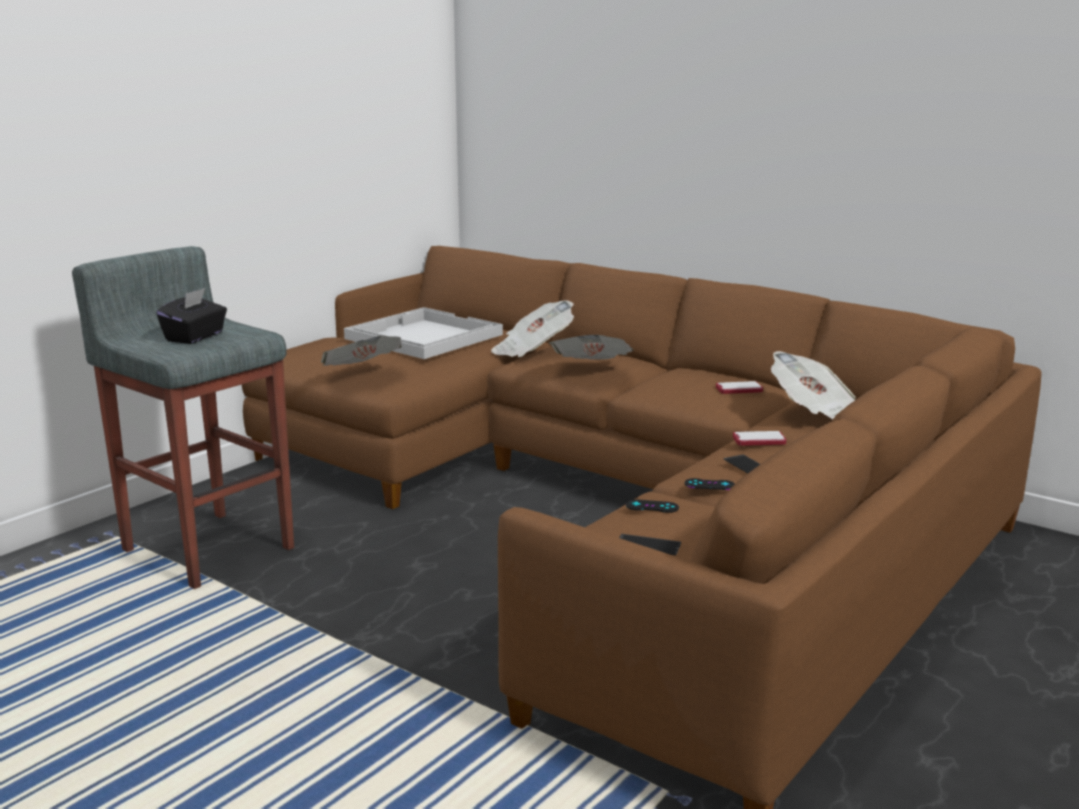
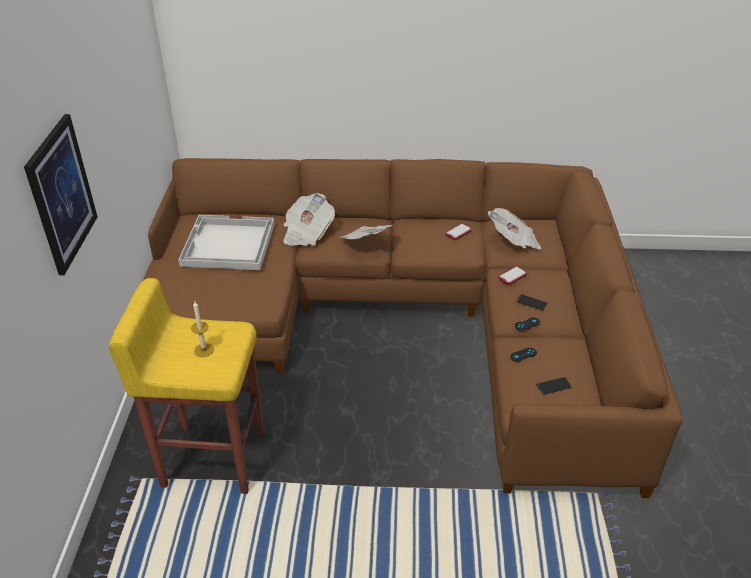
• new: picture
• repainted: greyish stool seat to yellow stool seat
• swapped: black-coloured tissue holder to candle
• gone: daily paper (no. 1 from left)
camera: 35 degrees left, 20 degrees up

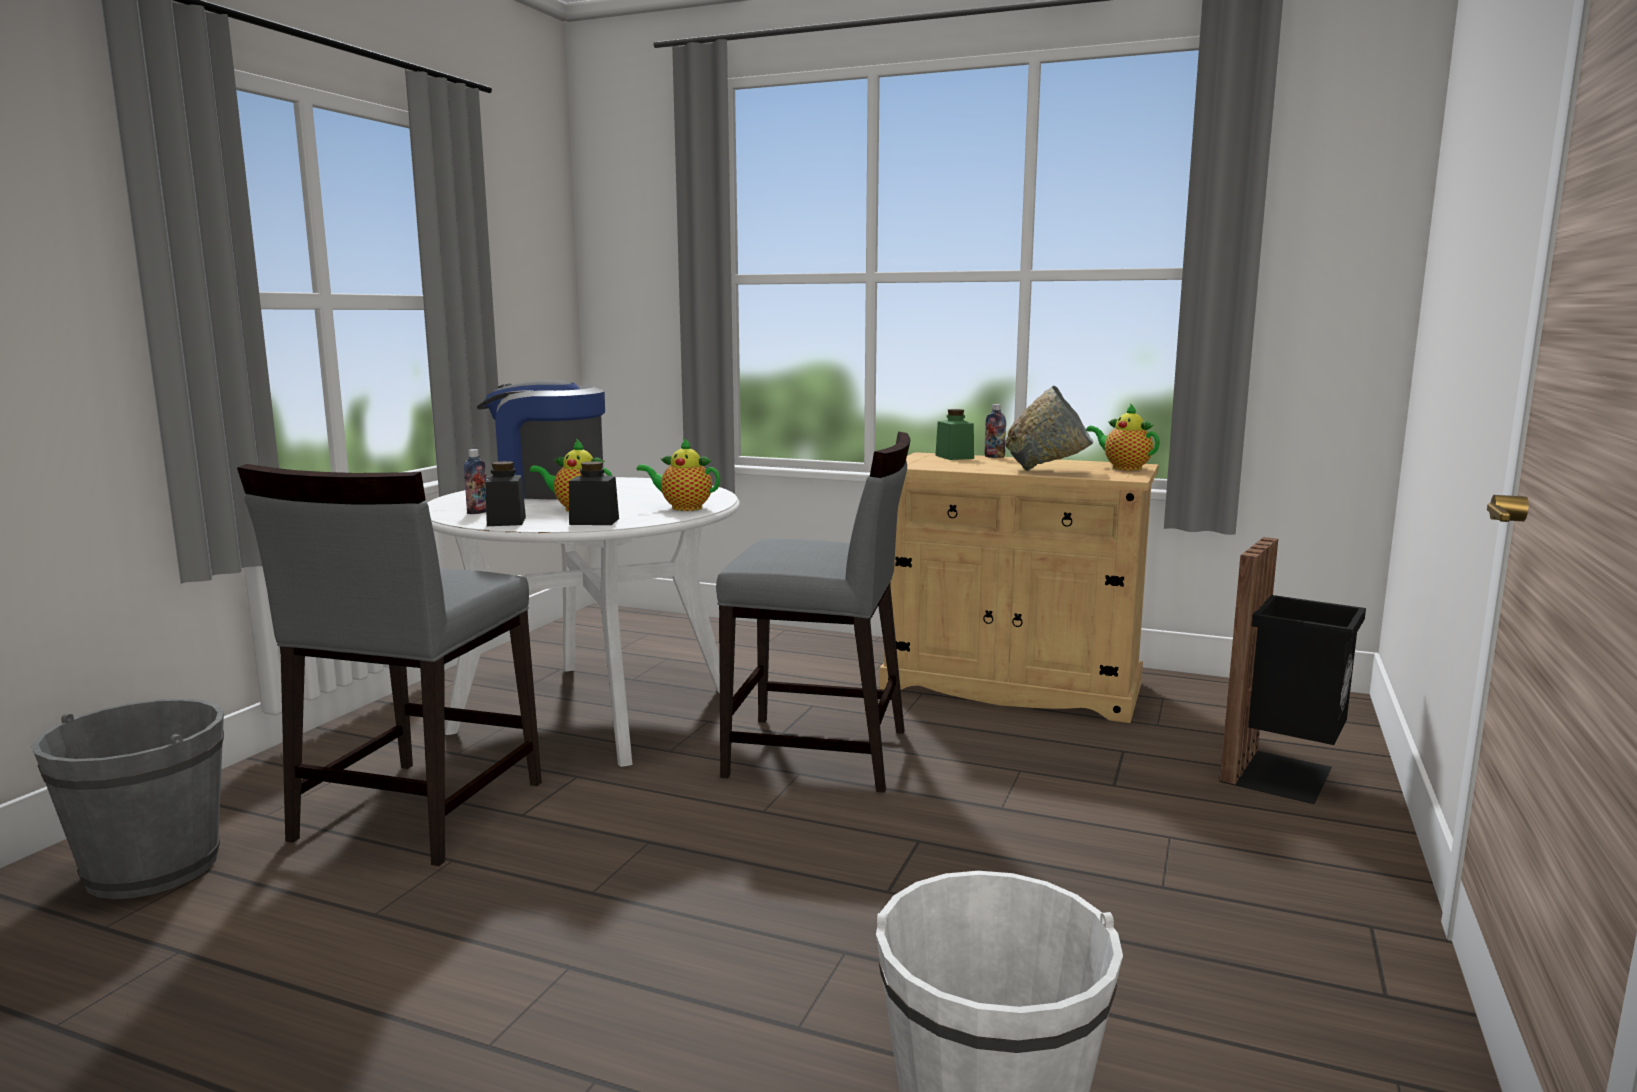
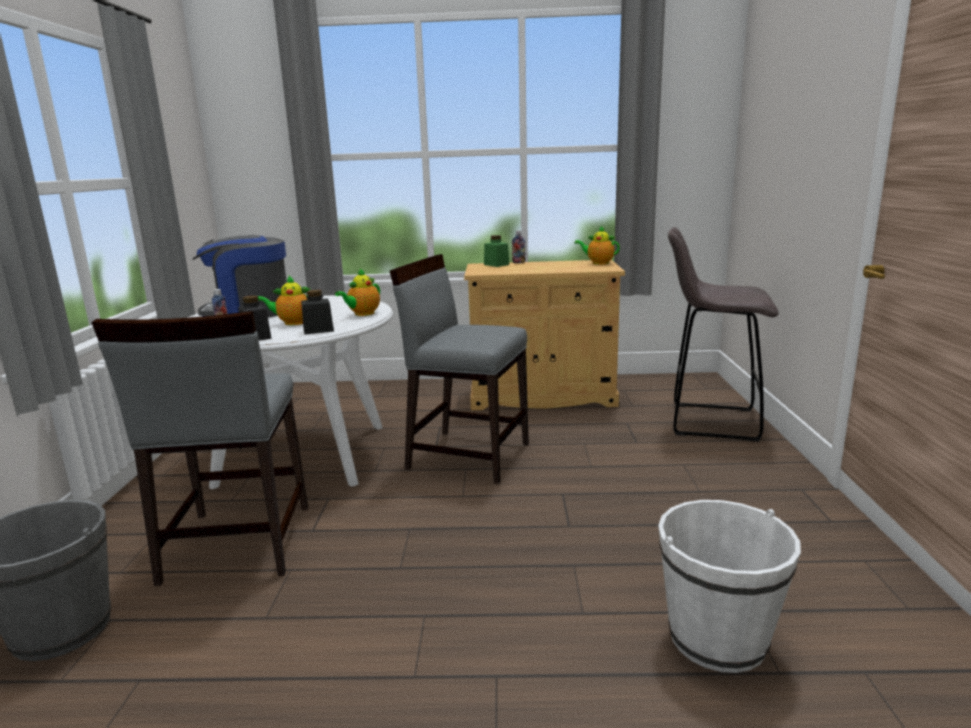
• rotated: pot for tea (no. 2 from left) 45 degrees counterclockwise
• rotated: greyish upright chair (no. 2 from left) 150 degrees counterclockwise
• swapped: black-coloured waste bin to greyish stool seat
• gone: greyish serving bowl
camera: 20 degrees left, 5 degrees up

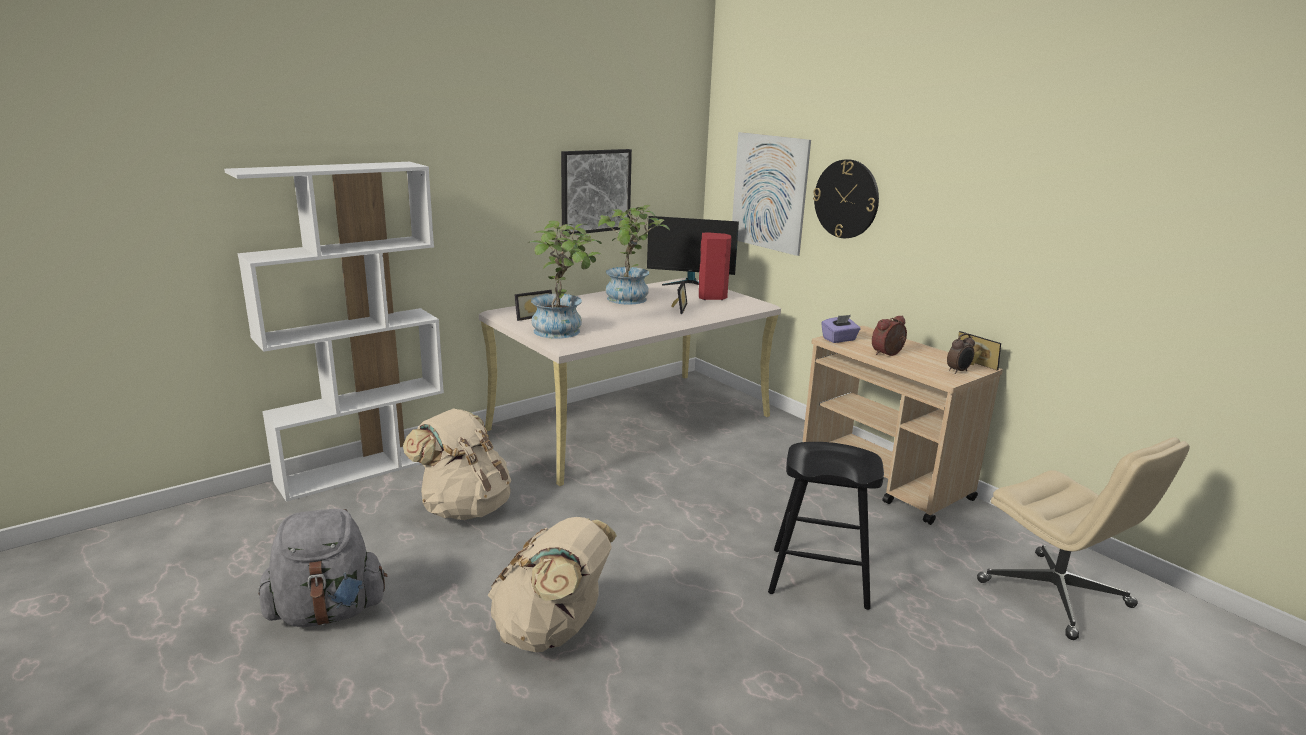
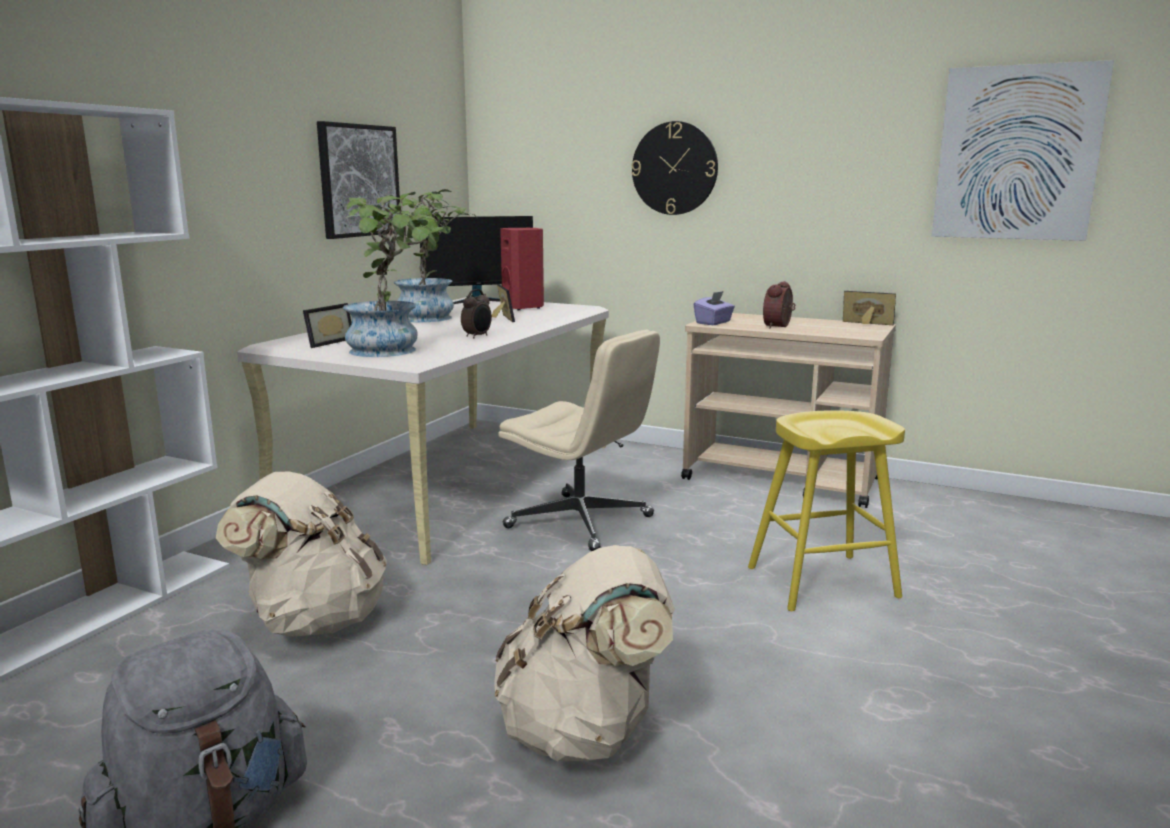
• shifted: bedside clock (no. 2 from left in the first image) to bedside clock (no. 1 from left)
• shifted: beige-coloured office chair
• repainted: black-coloured stool seat to yellow stool seat
• shifted: picture (no. 2 from left)
camera: 25 degrees left, 5 degrees down

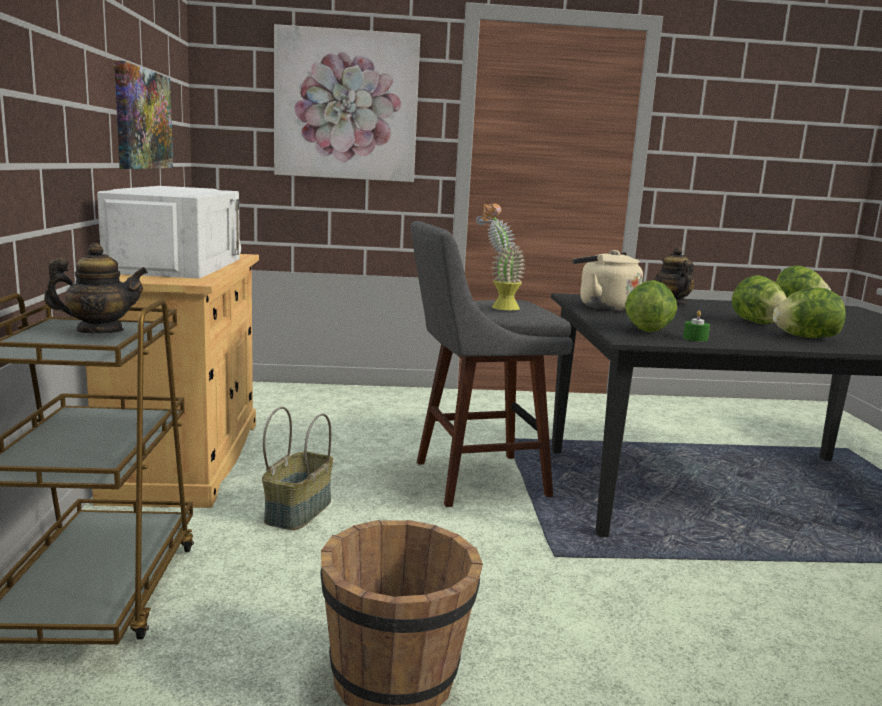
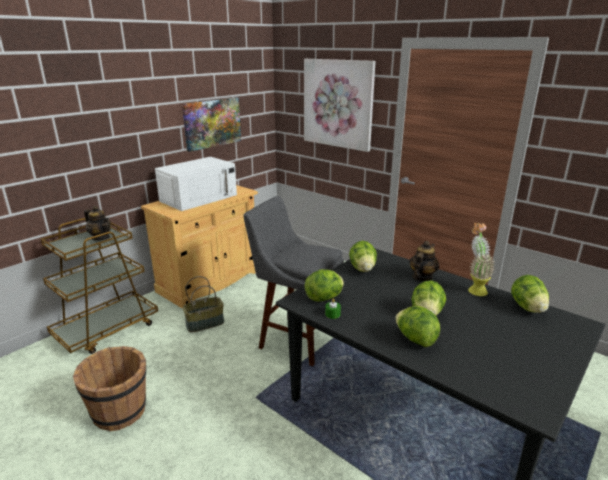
• swapped: beige-coloured kettle to lettuce head (no. 2 from left)
• shifted: plant in a pot
camera: 45 degrees right, 10 degrees up

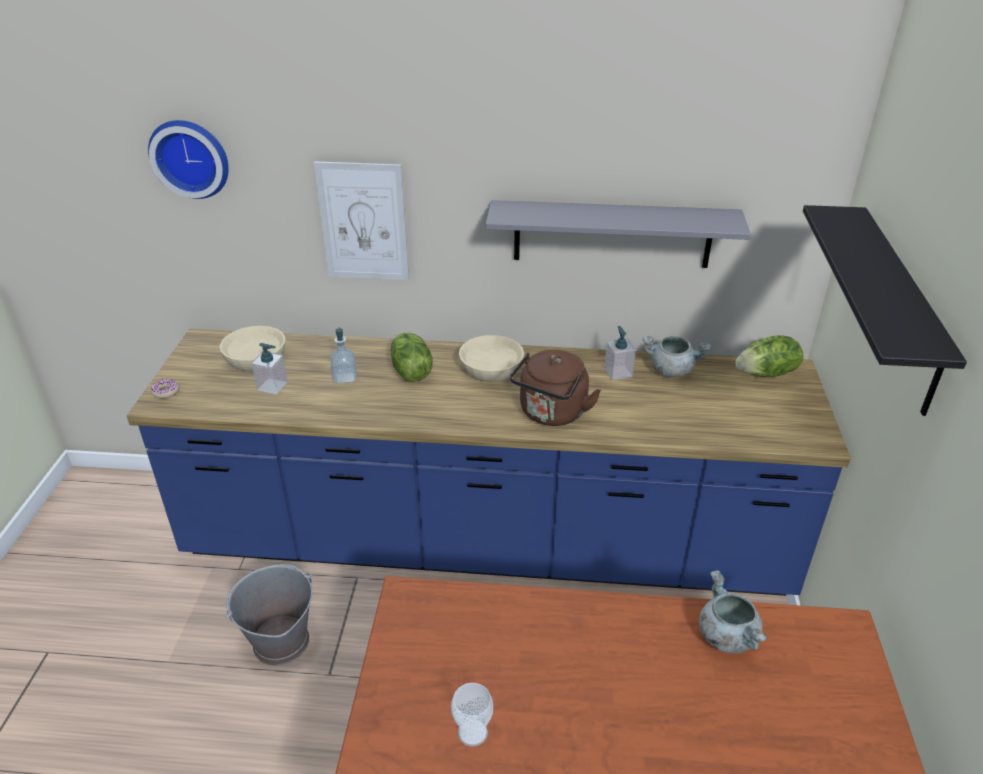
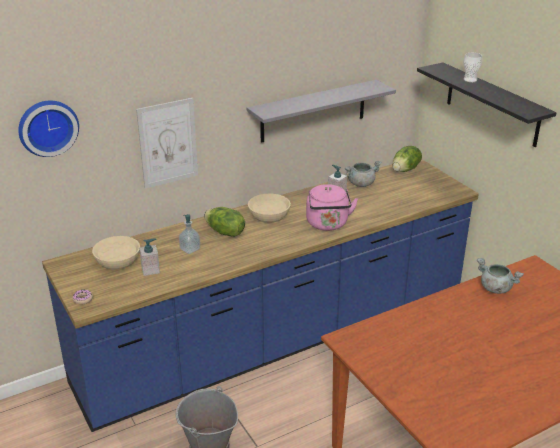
• repainted: brown kettle to pinkish kettle
• shifted: cup
camera: 35 degrees left, 5 degrees down

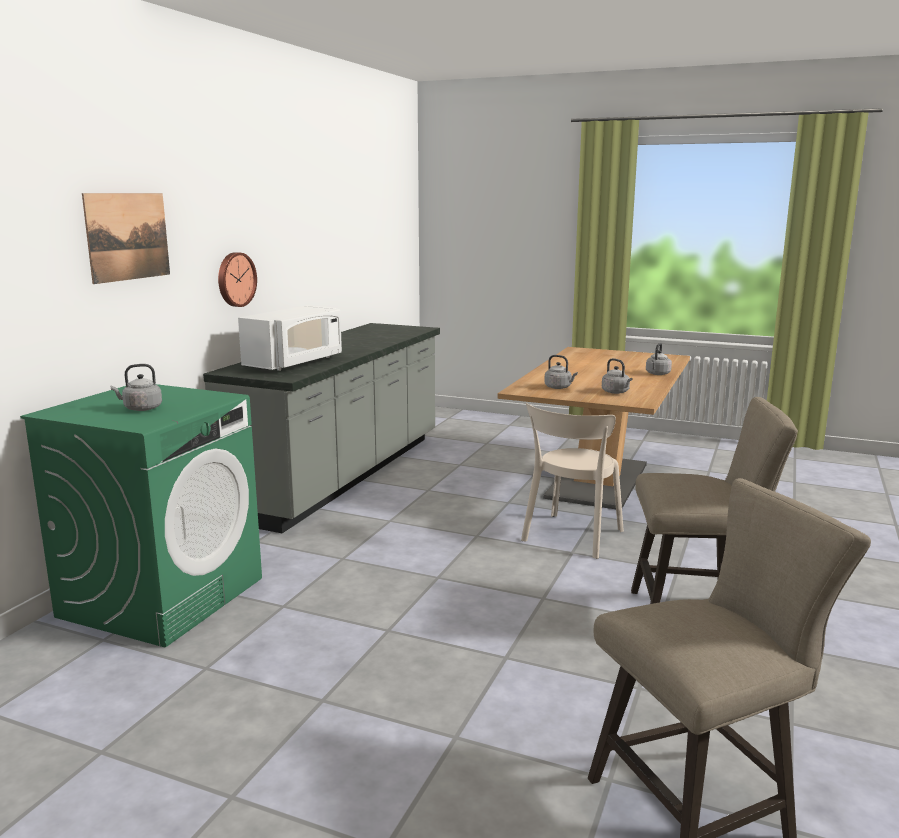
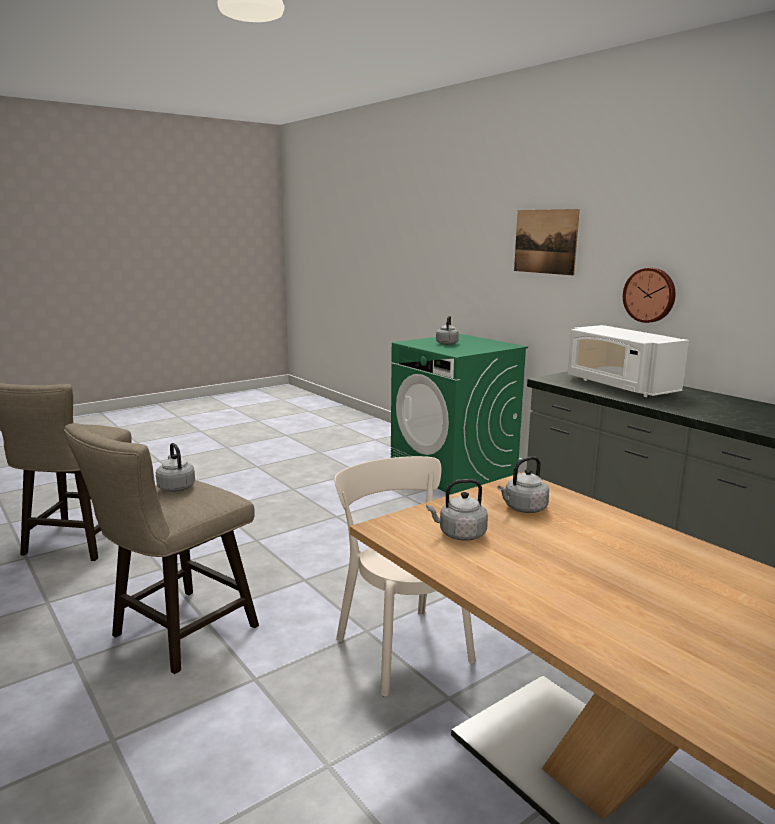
• shifted: greyish kettle (no. 4 from left in the first image) to greyish kettle (no. 1 from left)
camera: 120 degrees right, 0 degrees up

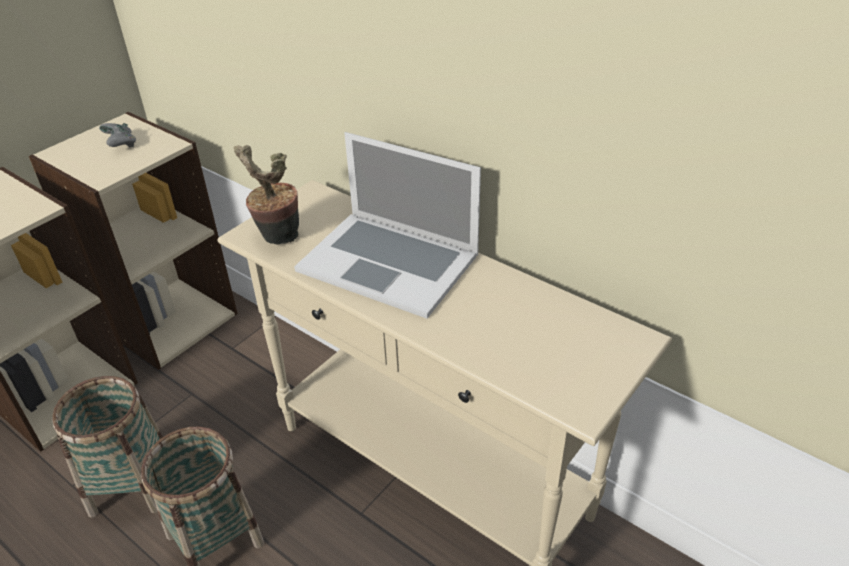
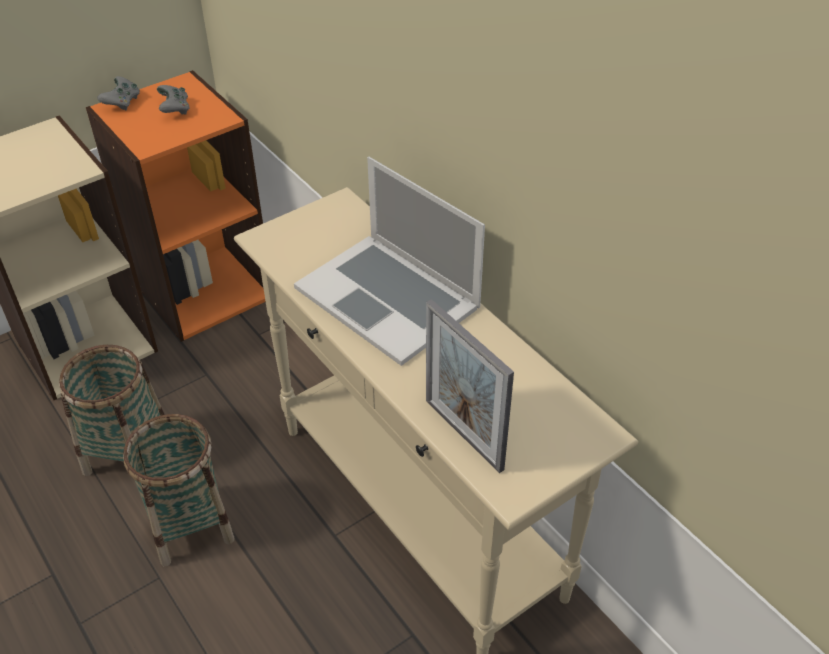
• repainted: beige-coloured bookshelf (no. 2 from left) to orangey bookshelf
• new: greyish game controller (no. 1 from left)
• new: photo frame
• gone: plant in a pot
camera: 15 degrees right, 5 degrees up

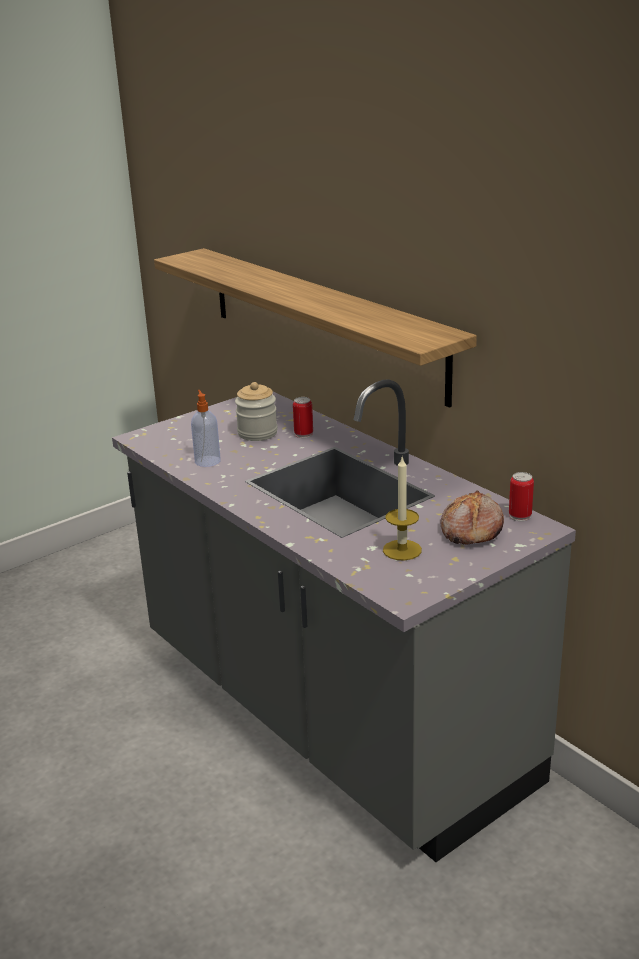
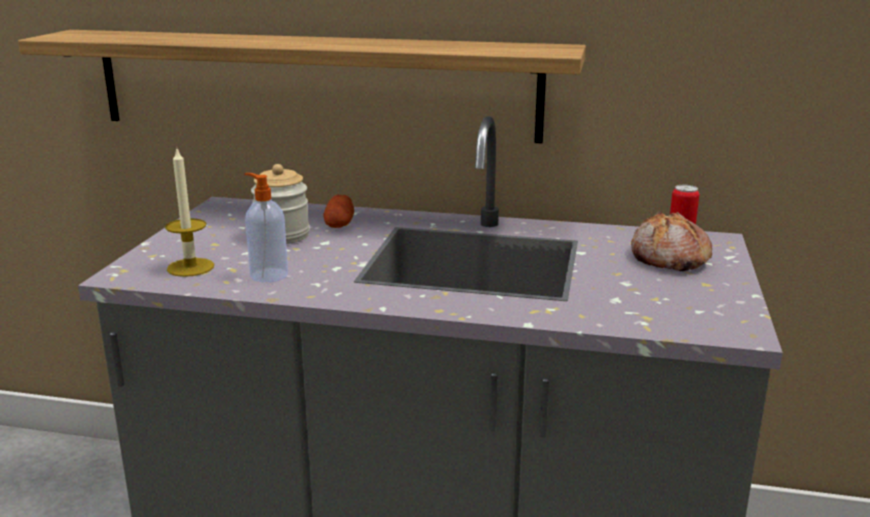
• shifted: candle
• swapped: metal can (no. 1 from left) to spud
camera: 40 degrees left, 5 degrees down

